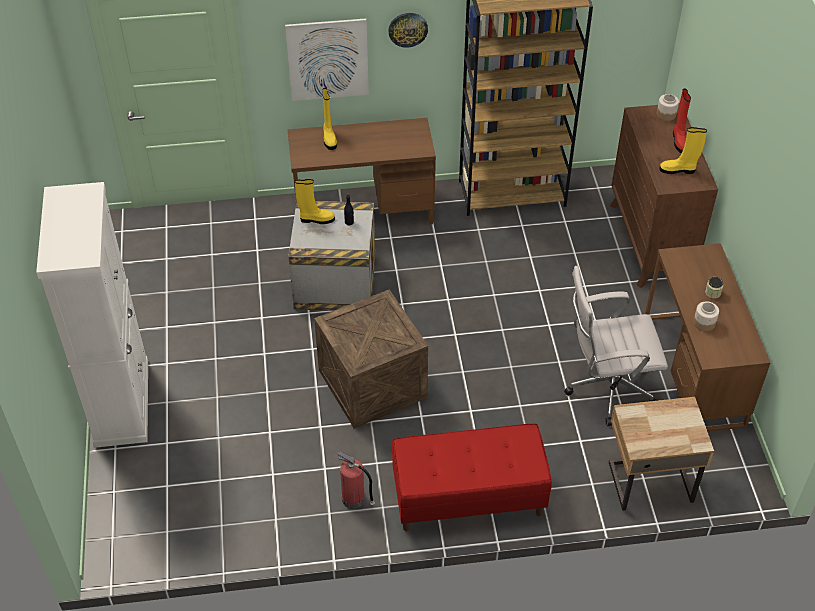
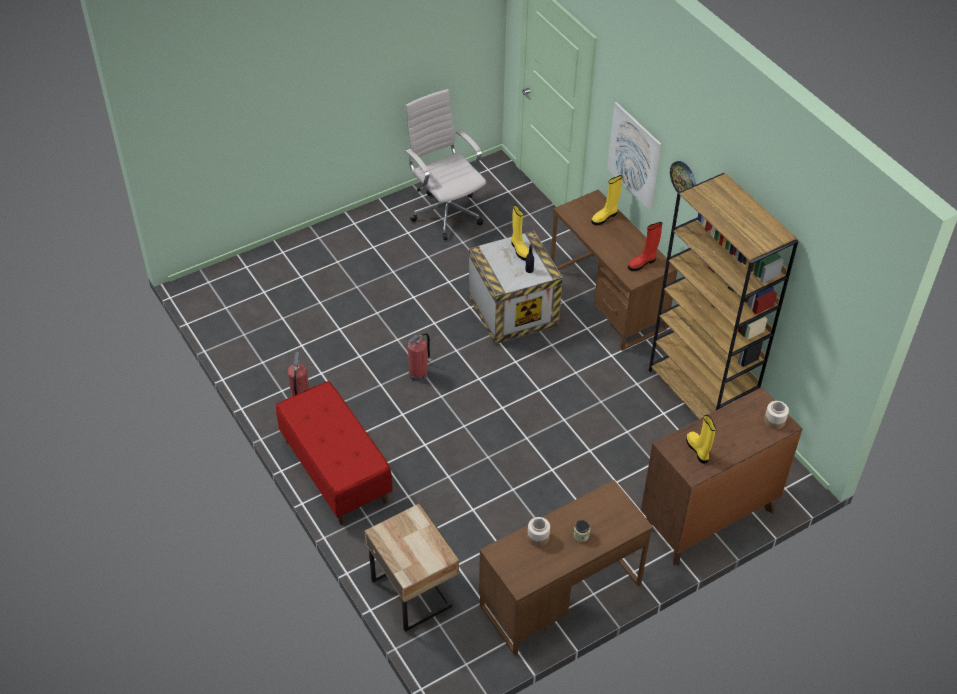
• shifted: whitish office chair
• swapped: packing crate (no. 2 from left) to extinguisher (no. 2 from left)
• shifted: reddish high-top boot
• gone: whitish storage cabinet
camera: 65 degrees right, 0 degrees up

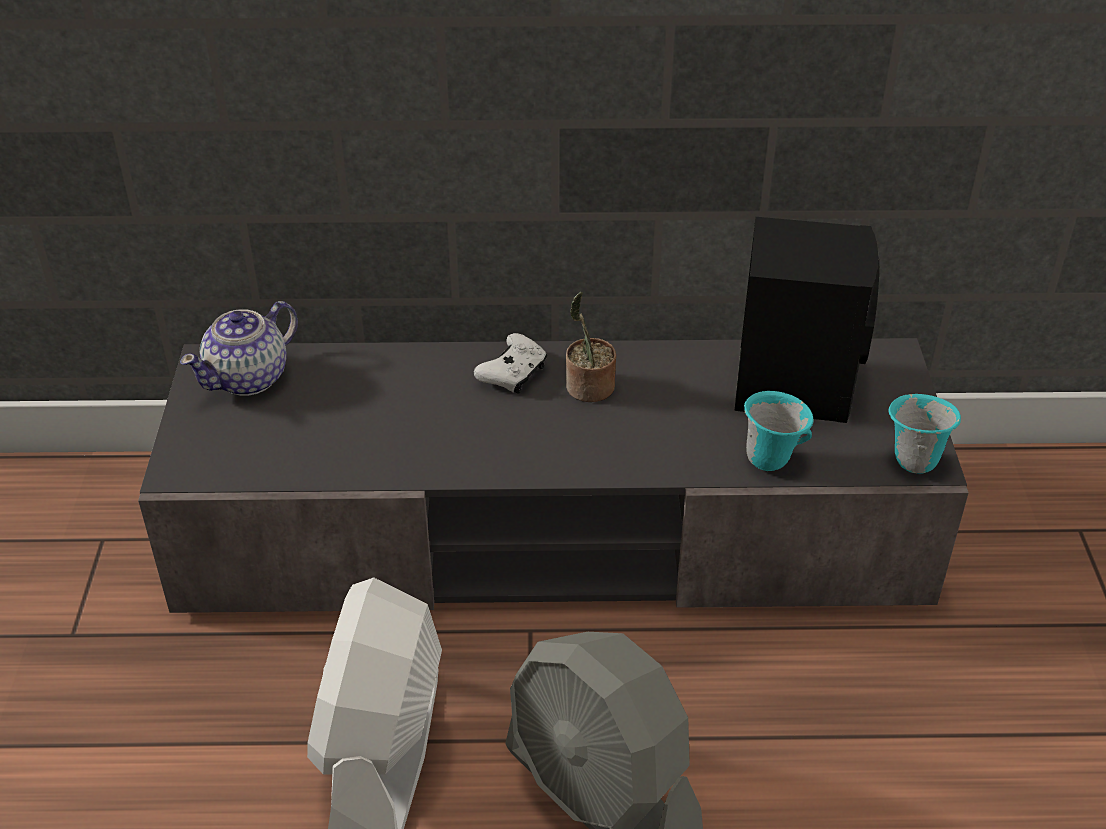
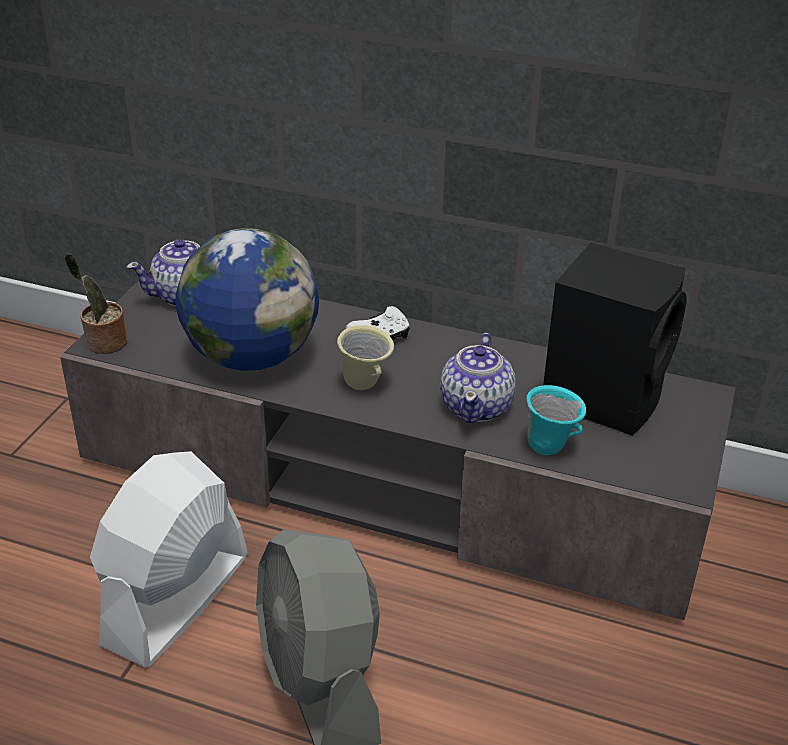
• shifted: plant in a pot
• new: world globe
• new: beige-coloured mug
• new: pot for tea (no. 2 from left)
• gone: turquoise mug (no. 2 from left)
camera: 20 degrees right, 5 degrees down

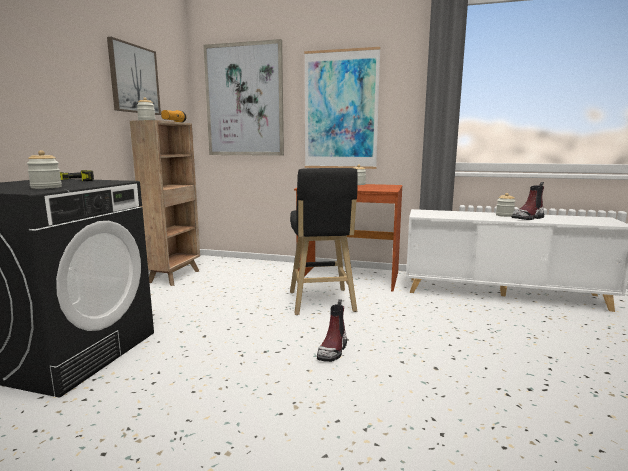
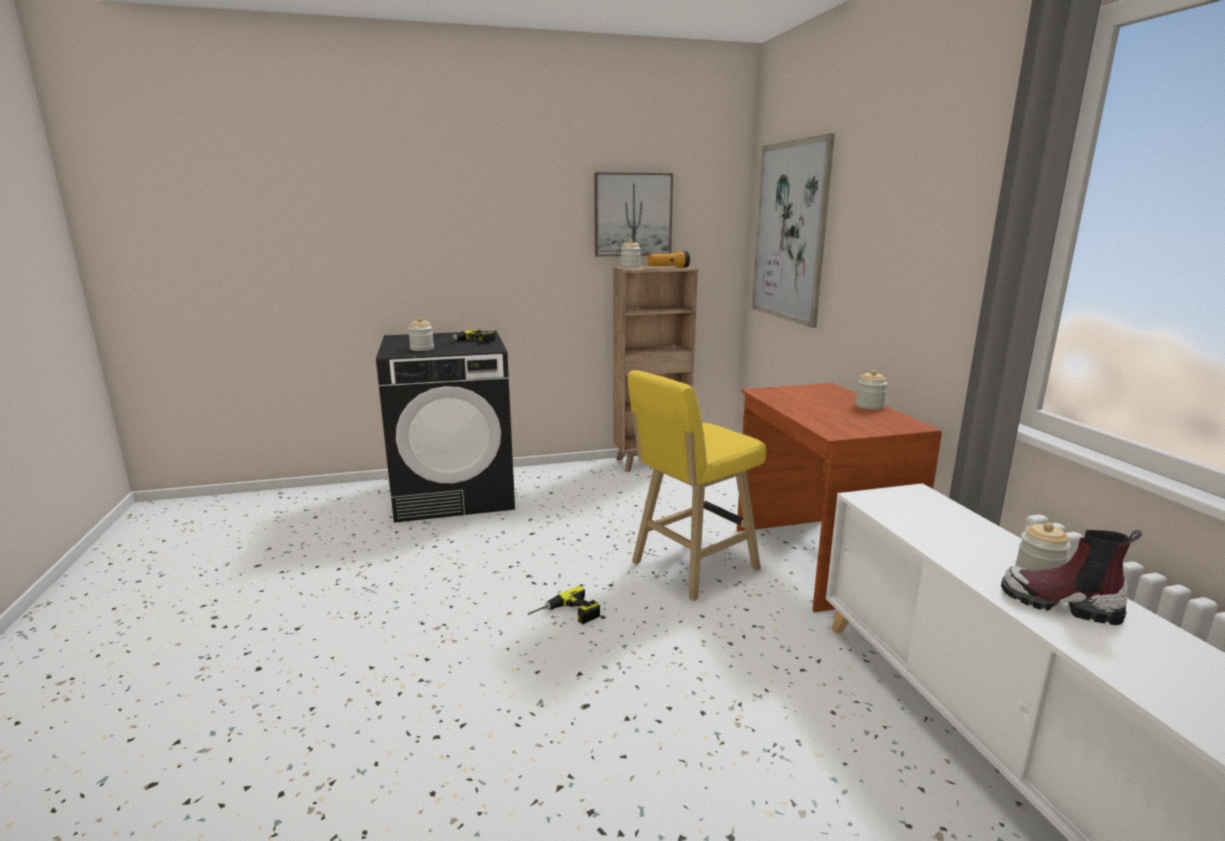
• swapped: high-top boot (no. 1 from left) to power drill (no. 2 from left)
• repainted: black-coloured stool seat to yellow stool seat
• gone: picture (no. 3 from left)
camera: 60 degrees right, 5 degrees up

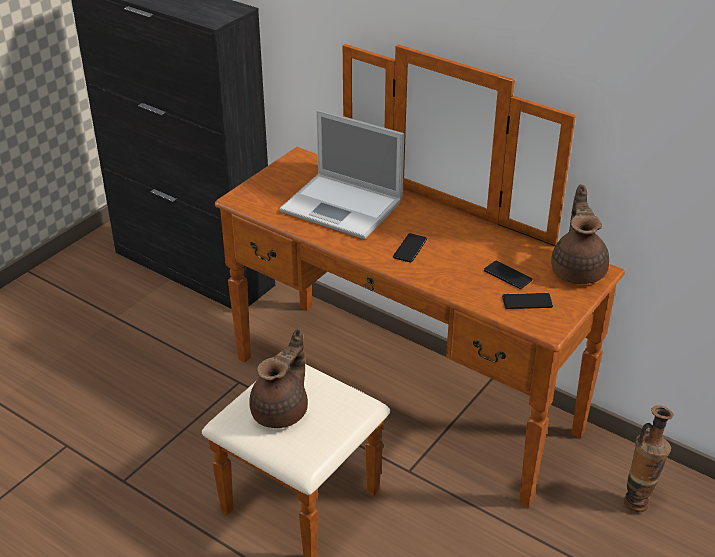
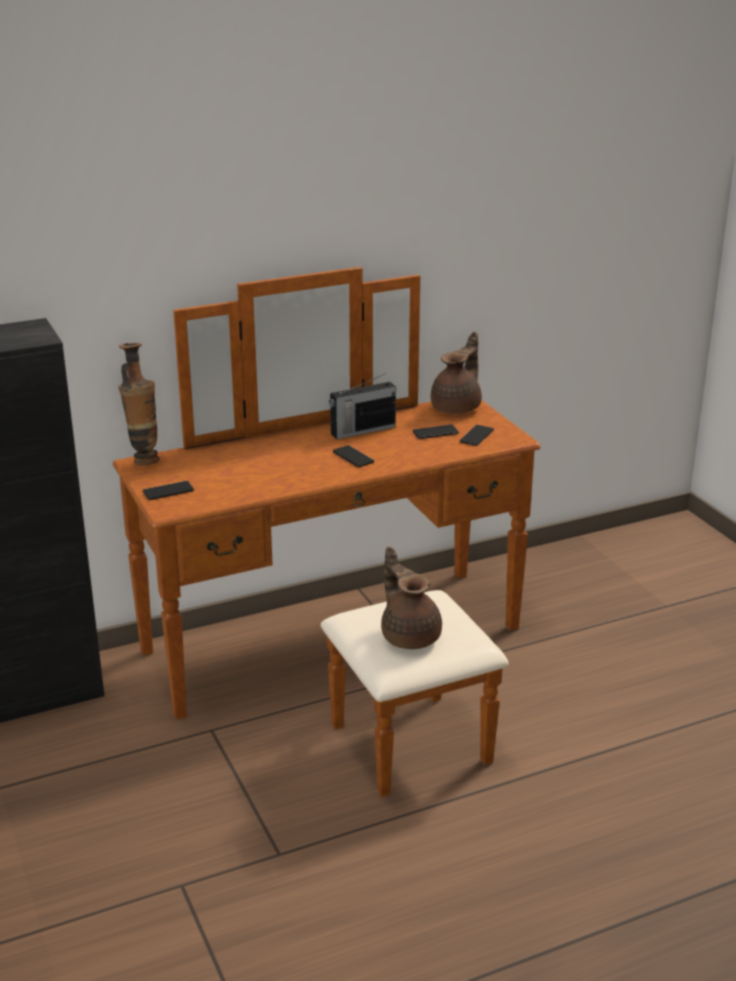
• shifted: flower vase
• new: telephone (no. 1 from left)
• new: radio
• rotated: brown pot for tea (no. 2 from left) 90 degrees clockwise
• gone: notebook computer
camera: 60 degrees left, 10 degrees down

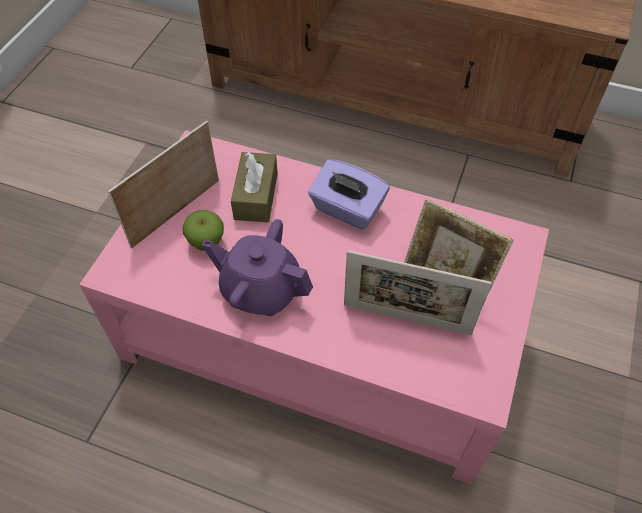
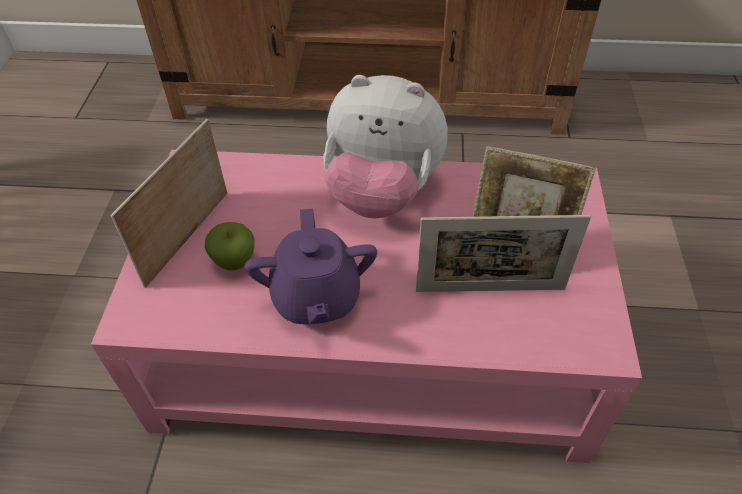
• rotated: purple-coloured pot for tea 105 degrees counterclockwise
• swapped: purple-coloured tissue holder to cuddly toy
• gone: brown tissue holder
camera: 15 degrees left, 5 degrees down

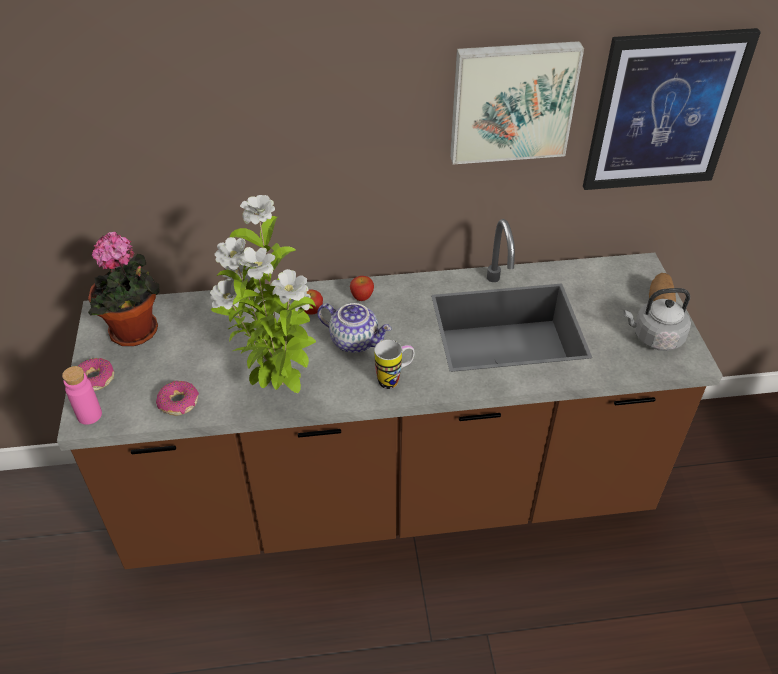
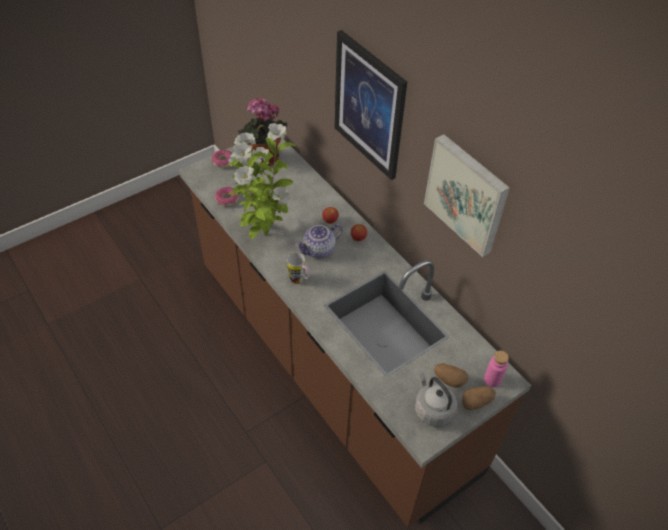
• rotated: pot for tea 60 degrees clockwise
• shifted: picture (no. 2 from left in the first image) to picture (no. 1 from left)
• new: spud (no. 1 from left)
• shifted: pinkish bottle
camera: 60 degrees right, 5 degrees up

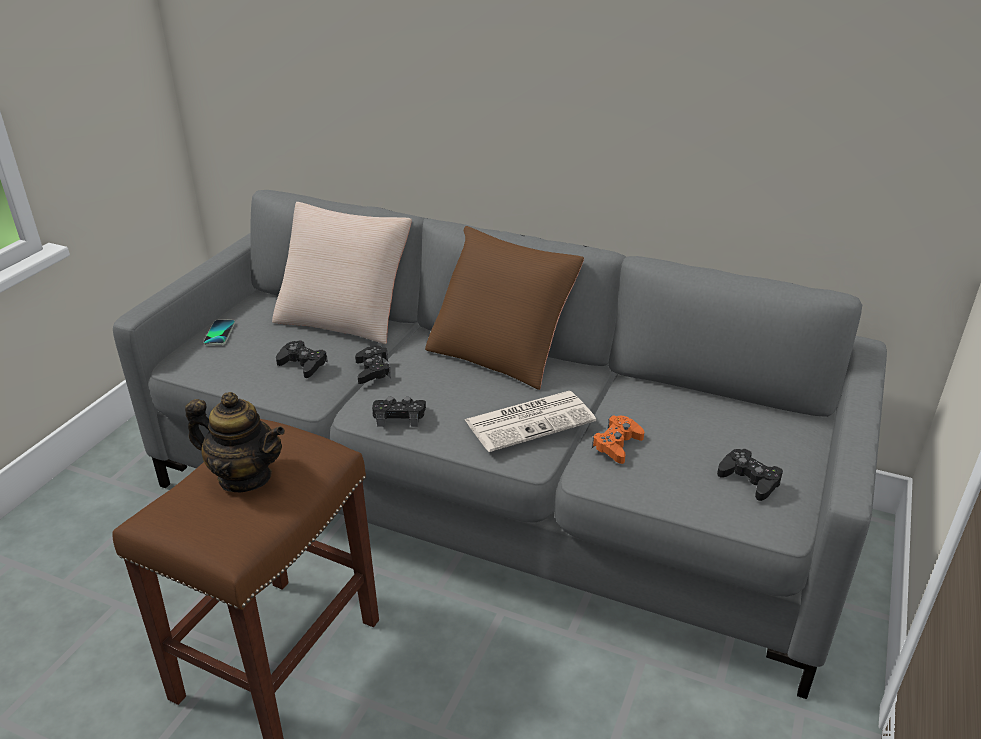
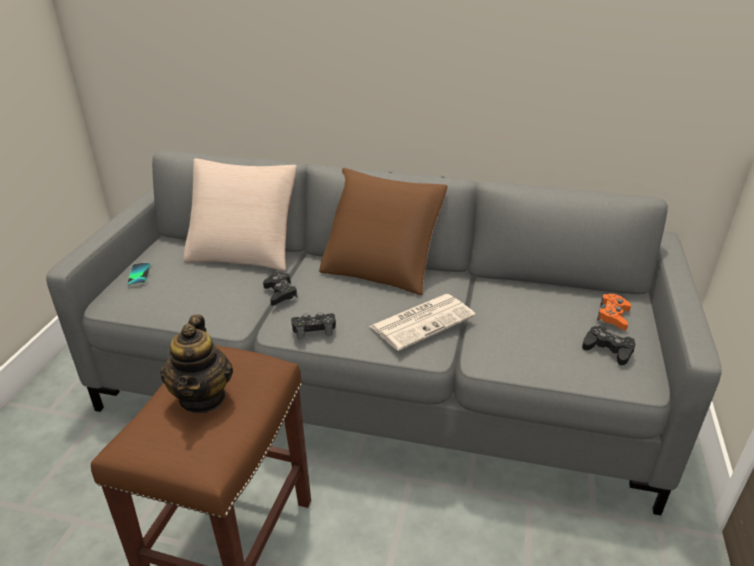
• rotated: pot for tea 75 degrees clockwise
• shifted: orangey game controller
• gone: black-coloured game controller (no. 1 from left)
camera: 10 degrees left, 0 degrees up

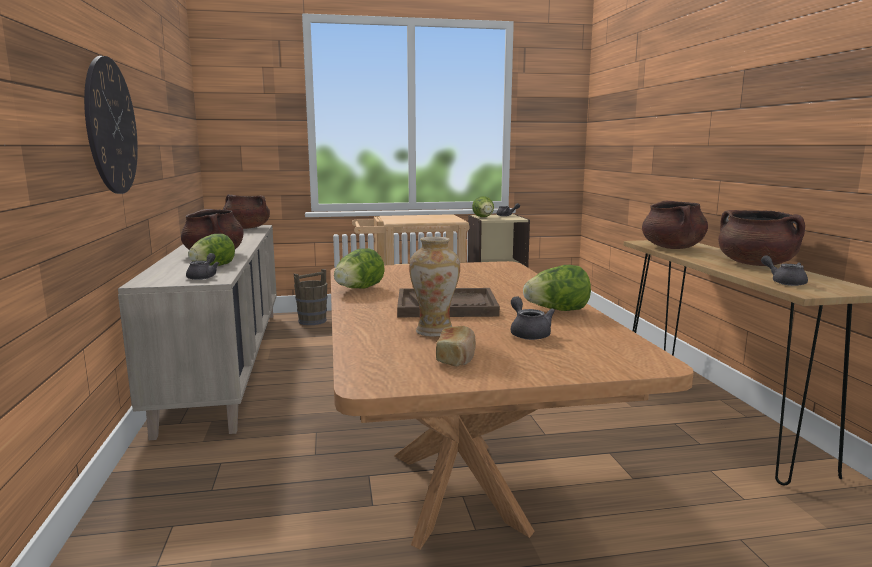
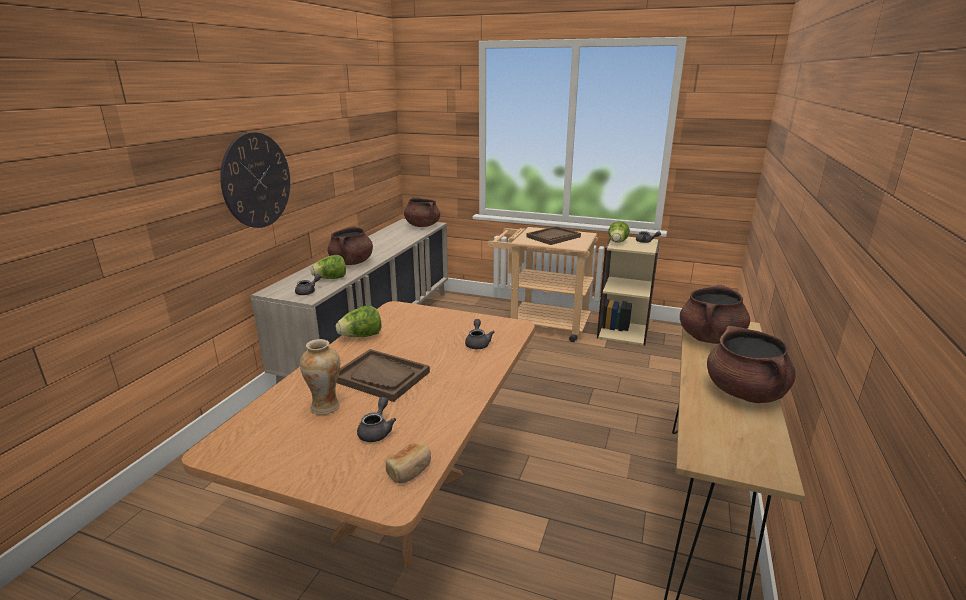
• shifted: baked bread
• shifted: greyish pot for tea (no. 4 from left in the first image) to greyish pot for tea (no. 3 from left)
• new: brown carrying tray (no. 2 from left)
• gone: brown water bucket
• gone: lettuce head (no. 4 from left)
camera: 30 degrees right, 10 degrees up

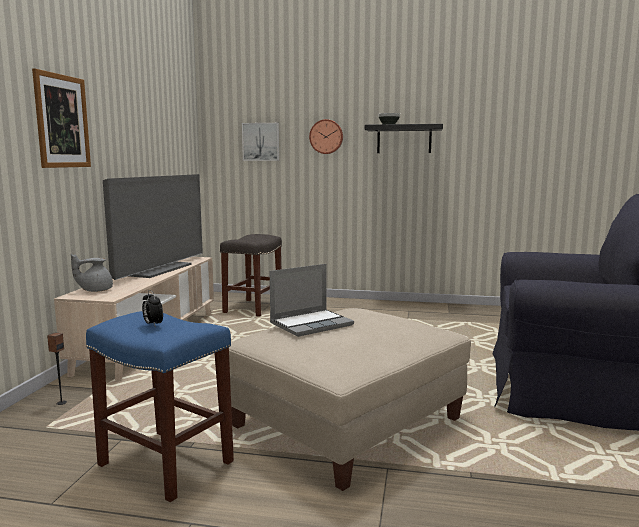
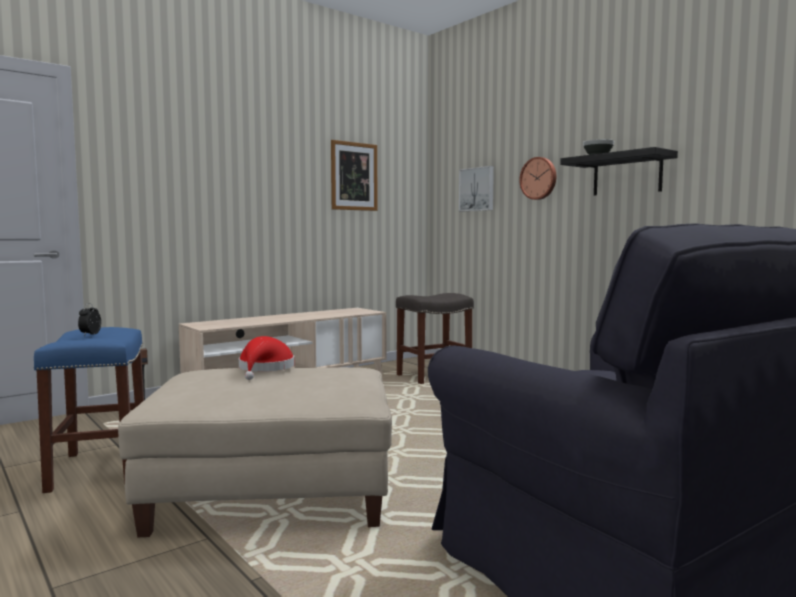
• swapped: notebook computer to reddish hat
• shifted: picture (no. 1 from left)
• gone: greyish pot for tea
• gone: TV set
camera: 40 degrees right, 5 degrees down

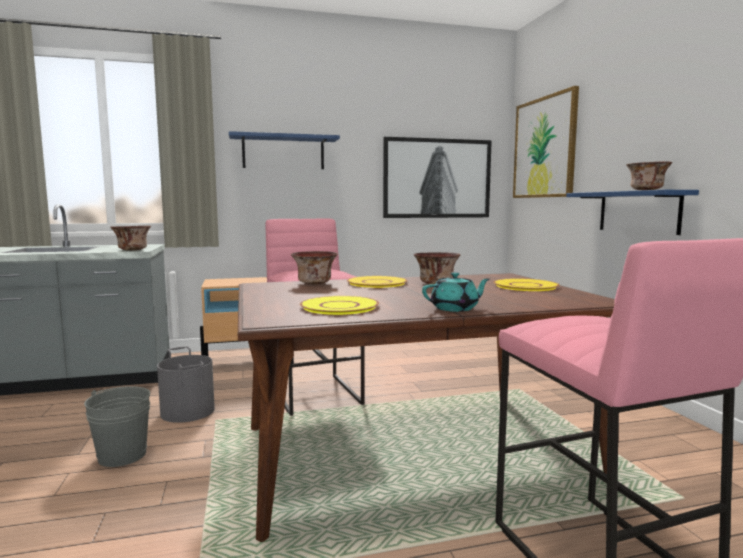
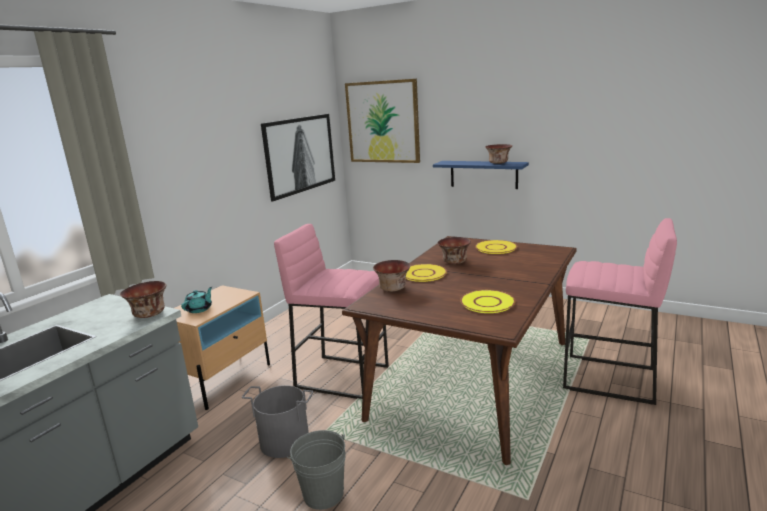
• shifted: turquoise pot for tea
• gone: blue-coloured shelf (no. 1 from left)
camera: 45 degrees left, 10 degrees up

